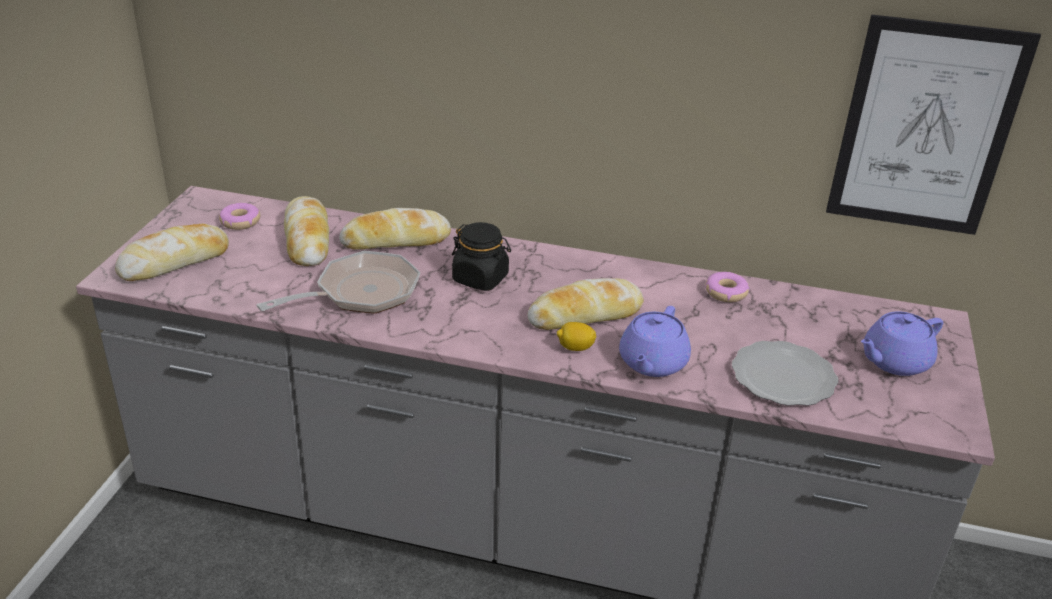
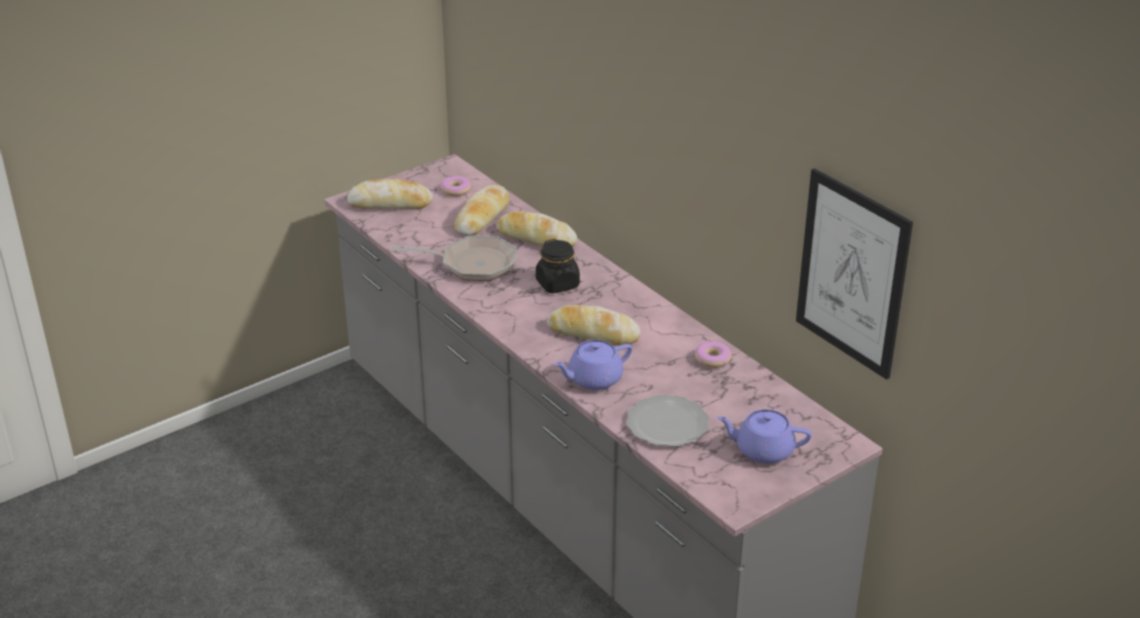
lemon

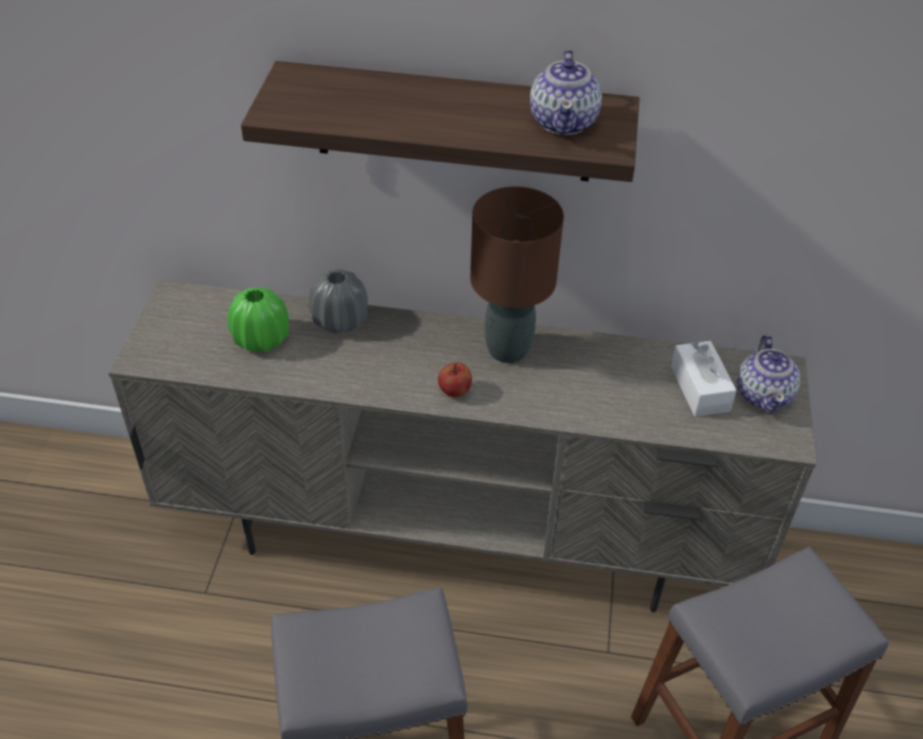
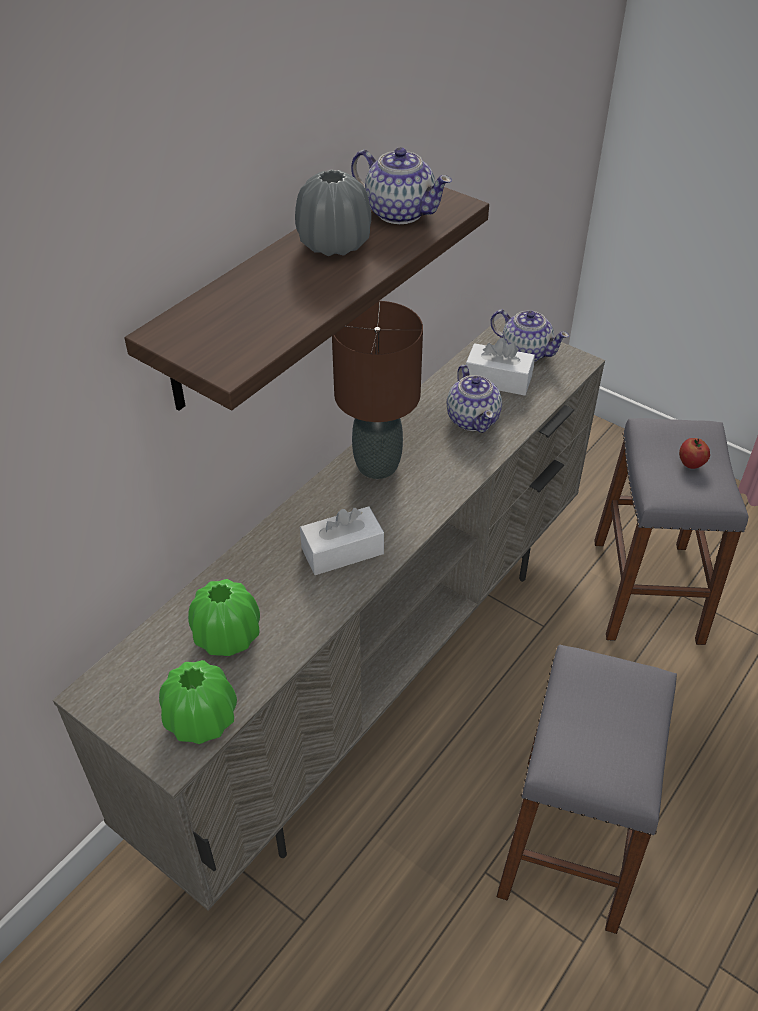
flower vase (grey); apple fruit; tea pot (no. 2 from left); box of tissues (white) (no. 1 from left); flower vase (green) (no. 1 from left)

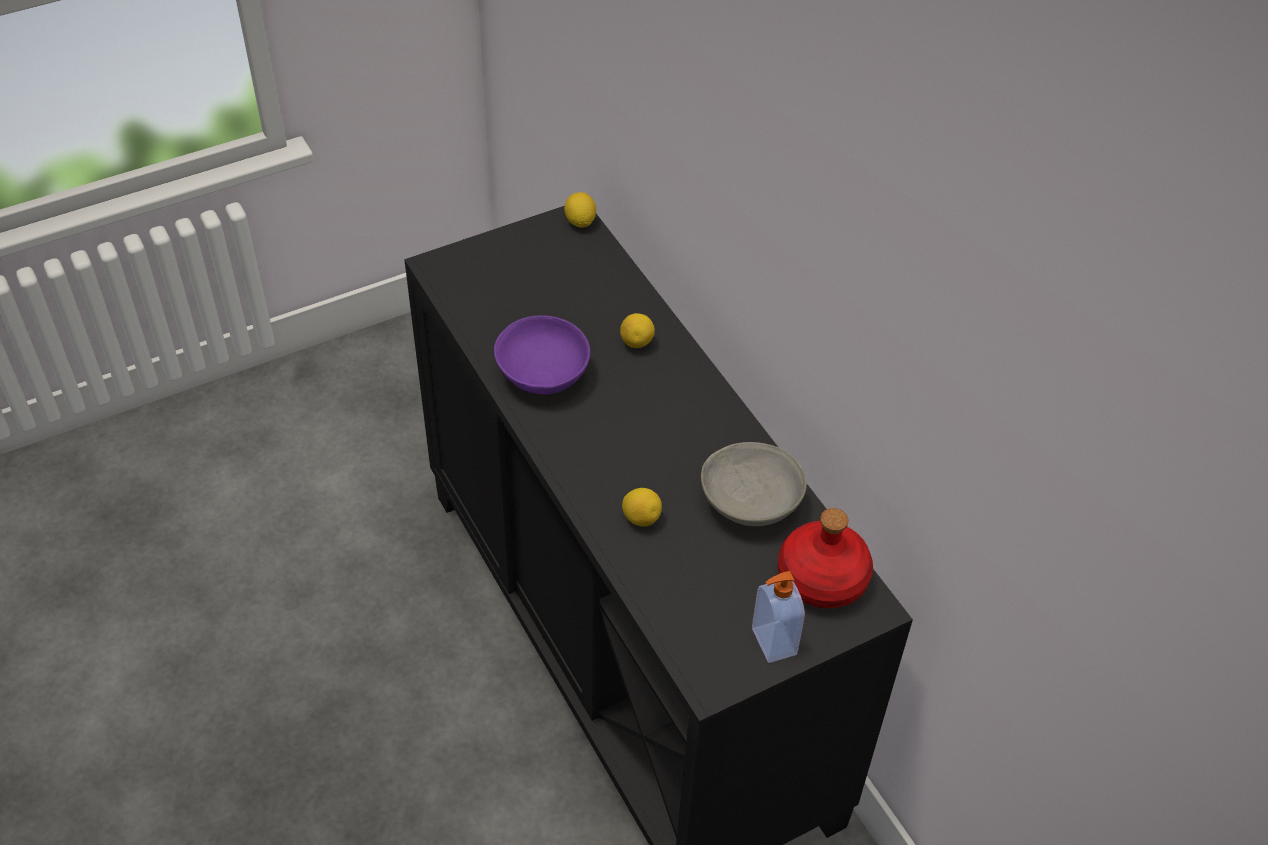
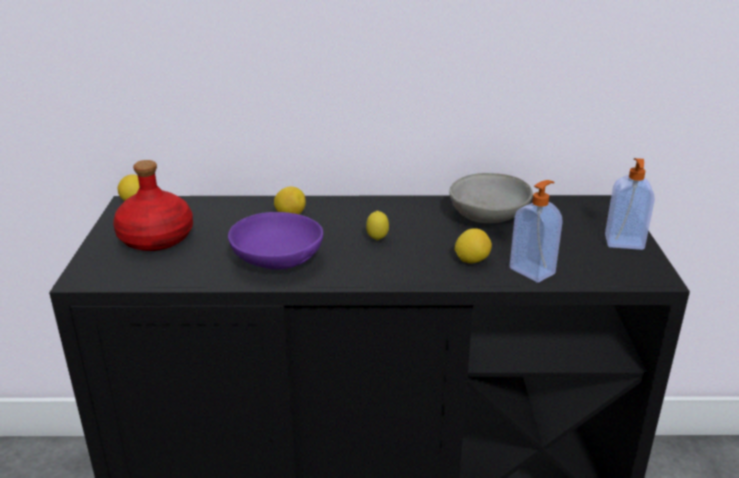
bottle (red); soap dispenser (no. 1 from left); lemon (no. 3 from left)

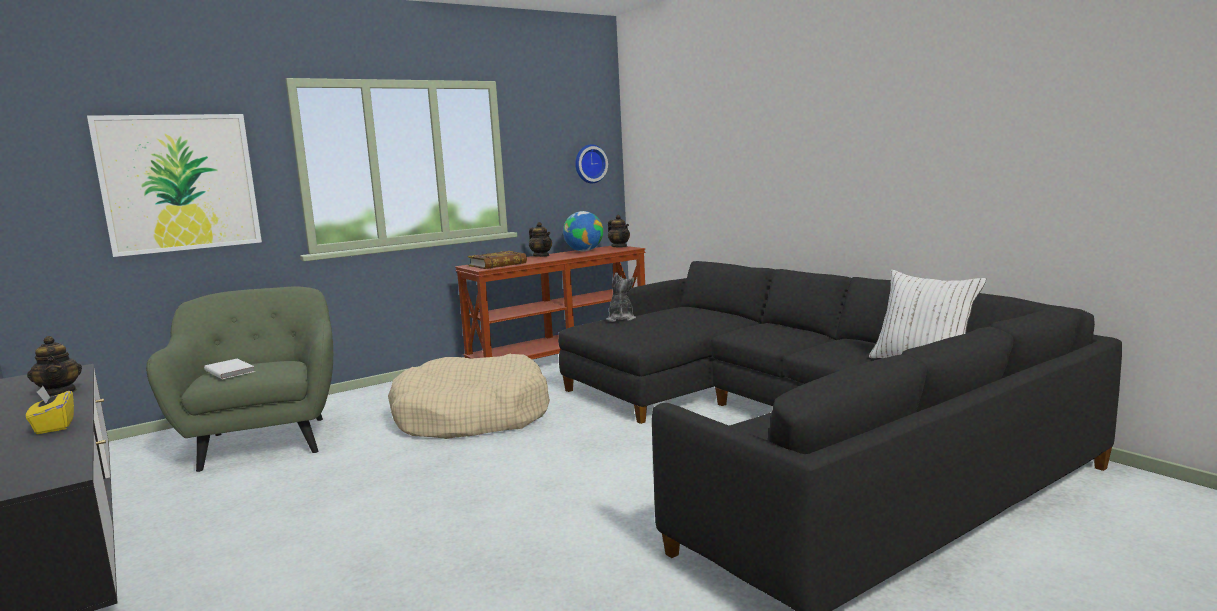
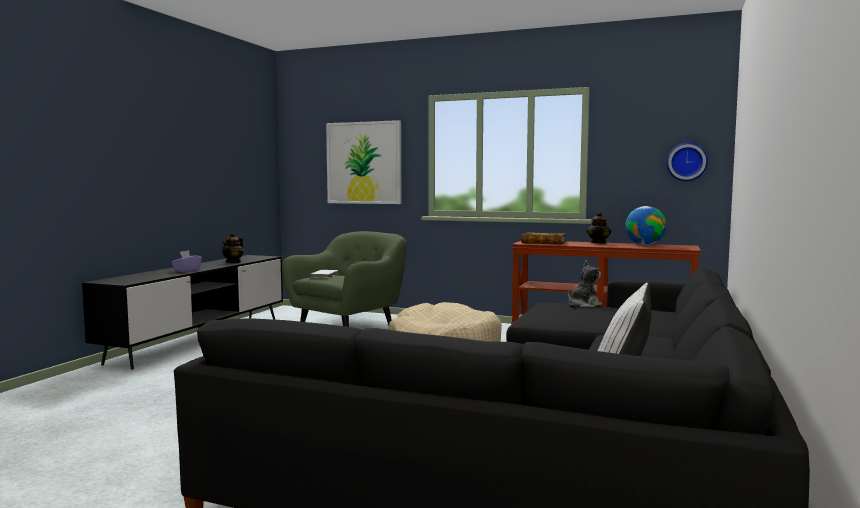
tea pot (no. 3 from left in the first image); box of tissues (purplish)

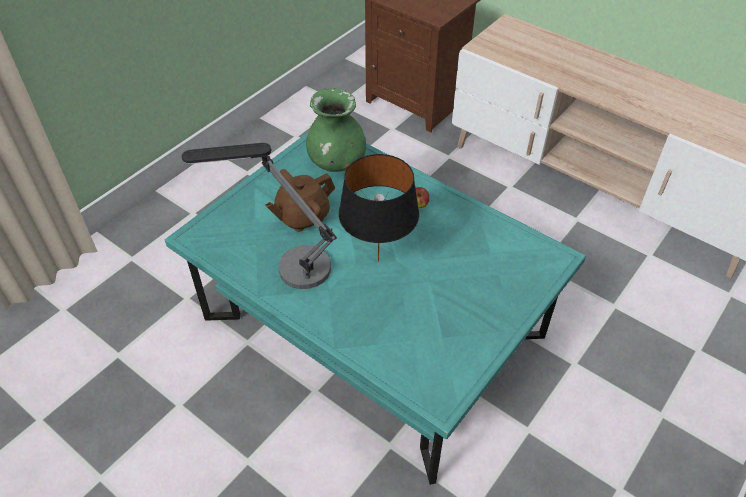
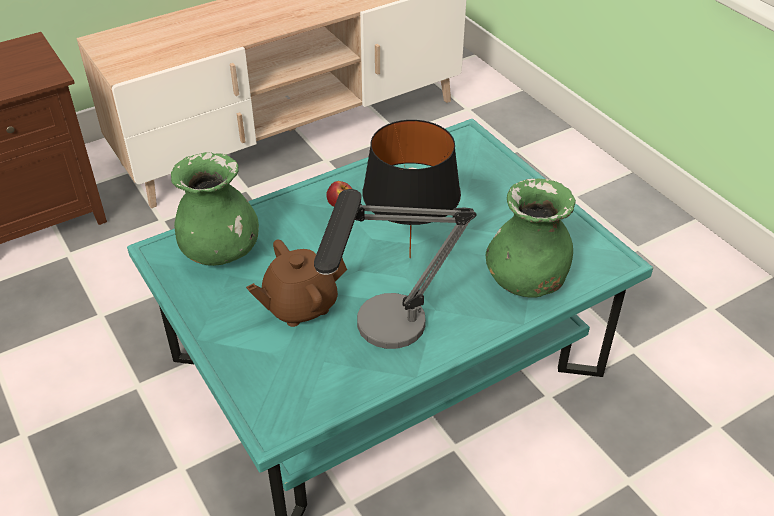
tea pot (brownish); flower vase (green) (no. 2 from left)

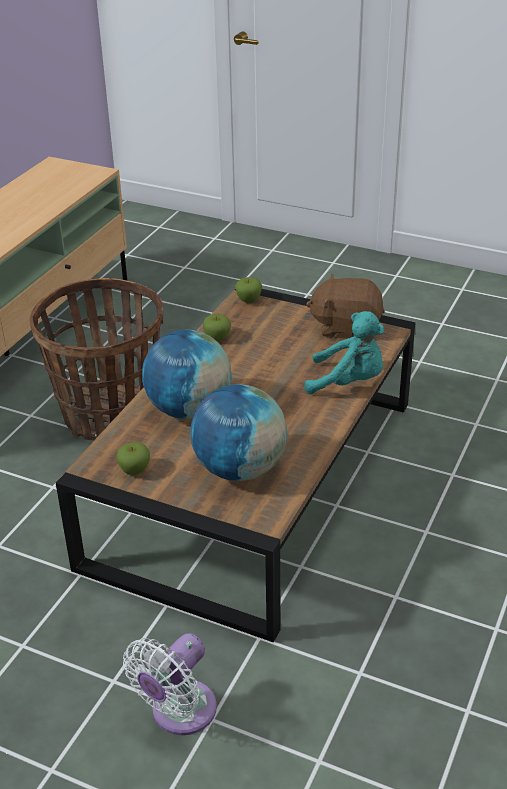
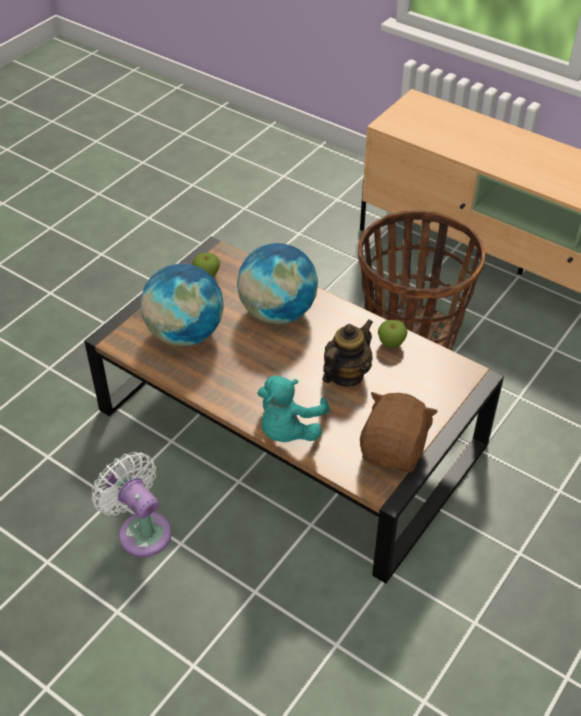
apple fruit (no. 3 from left in the first image); fan (white); tea pot

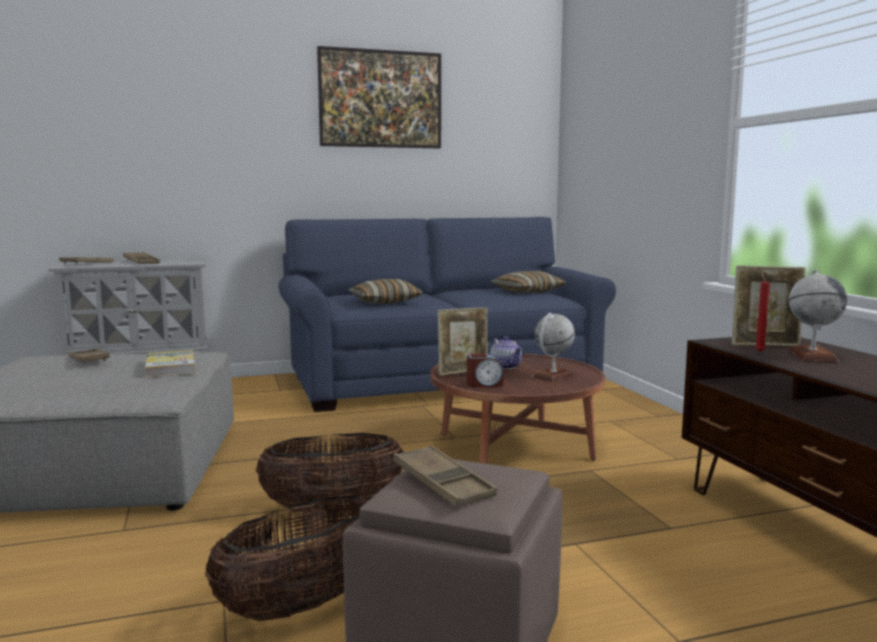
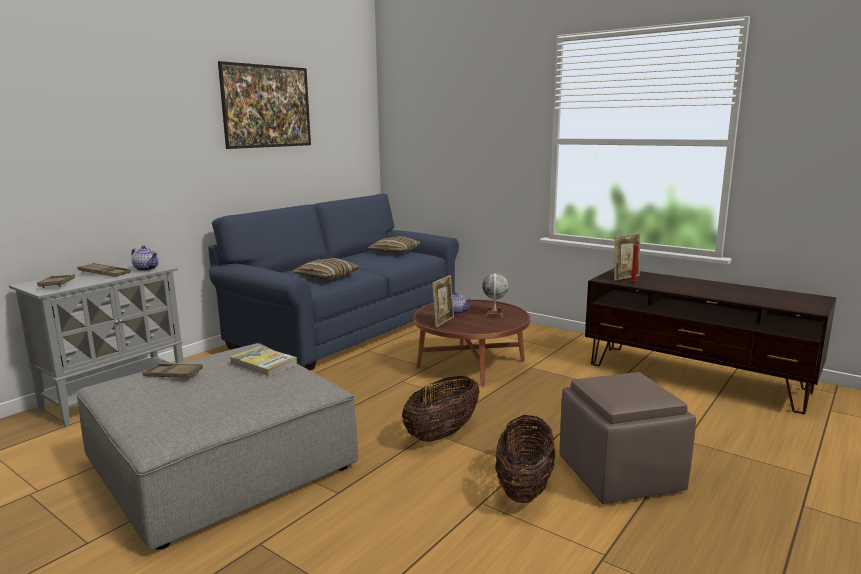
world globe (no. 2 from left in the first image); bedside clock; tray (brownish) (no. 4 from left in the first image); tea pot (no. 1 from left)

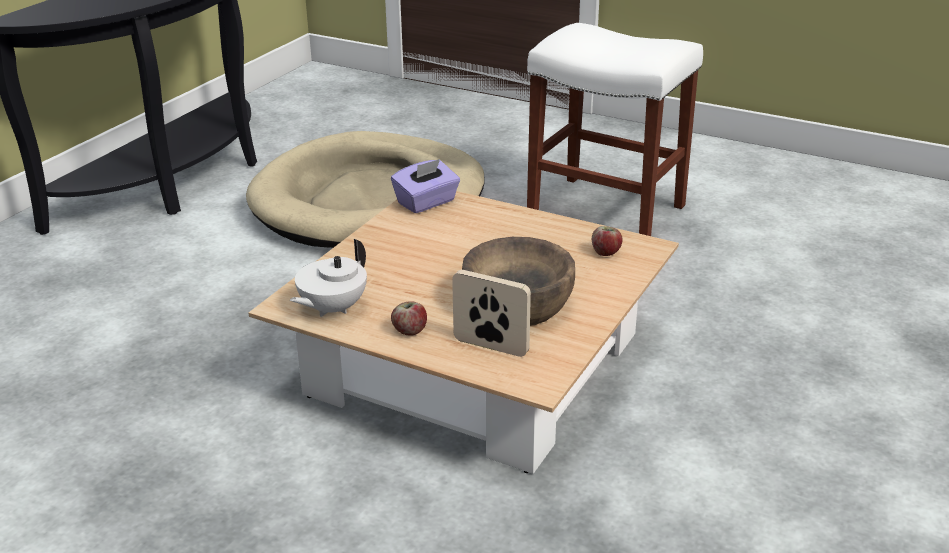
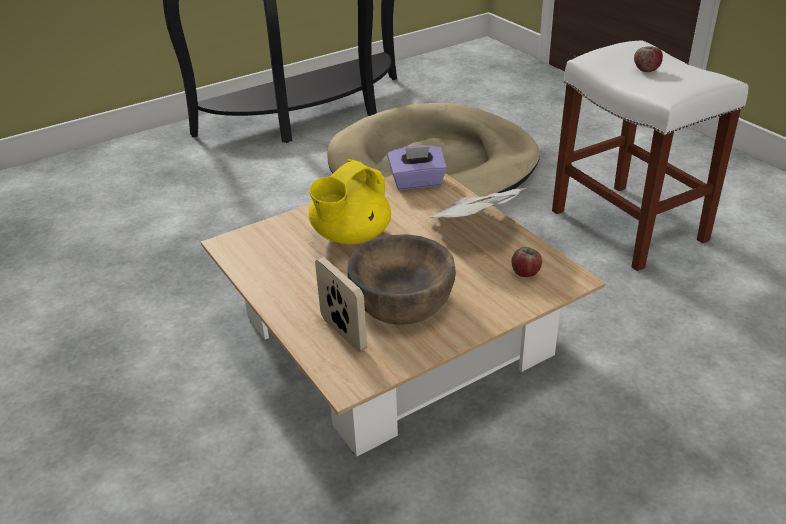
tea pot (white); apple fruit (no. 2 from left); tea pot (yellowish); newspaper

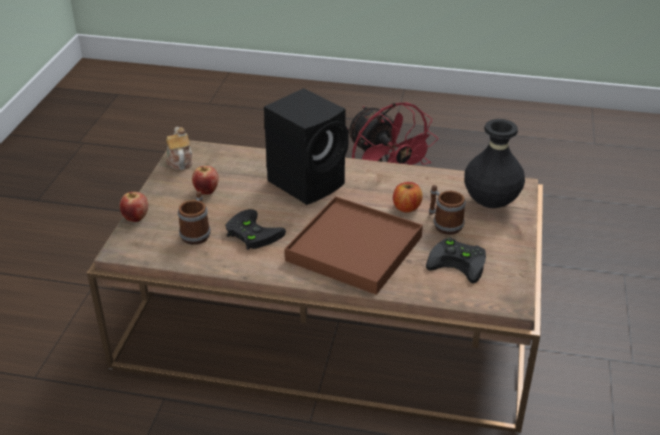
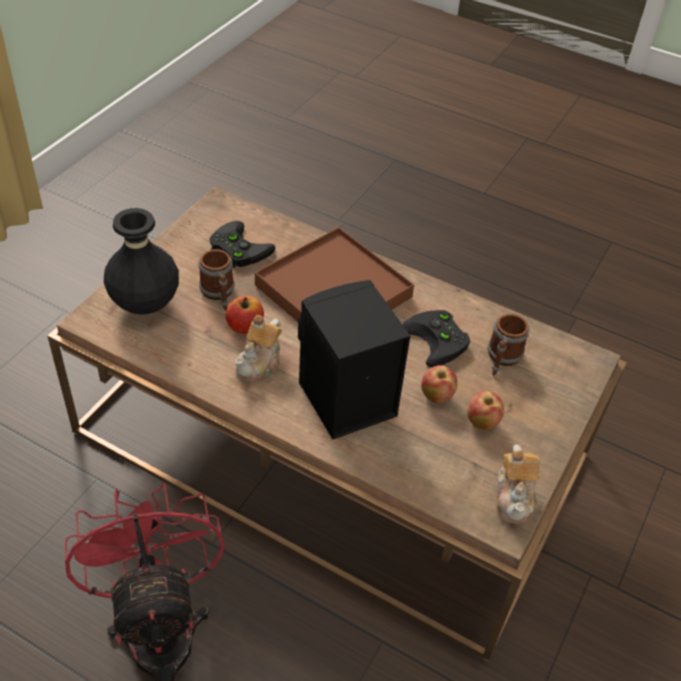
apple fruit (no. 2 from left); tea pot (no. 1 from left)

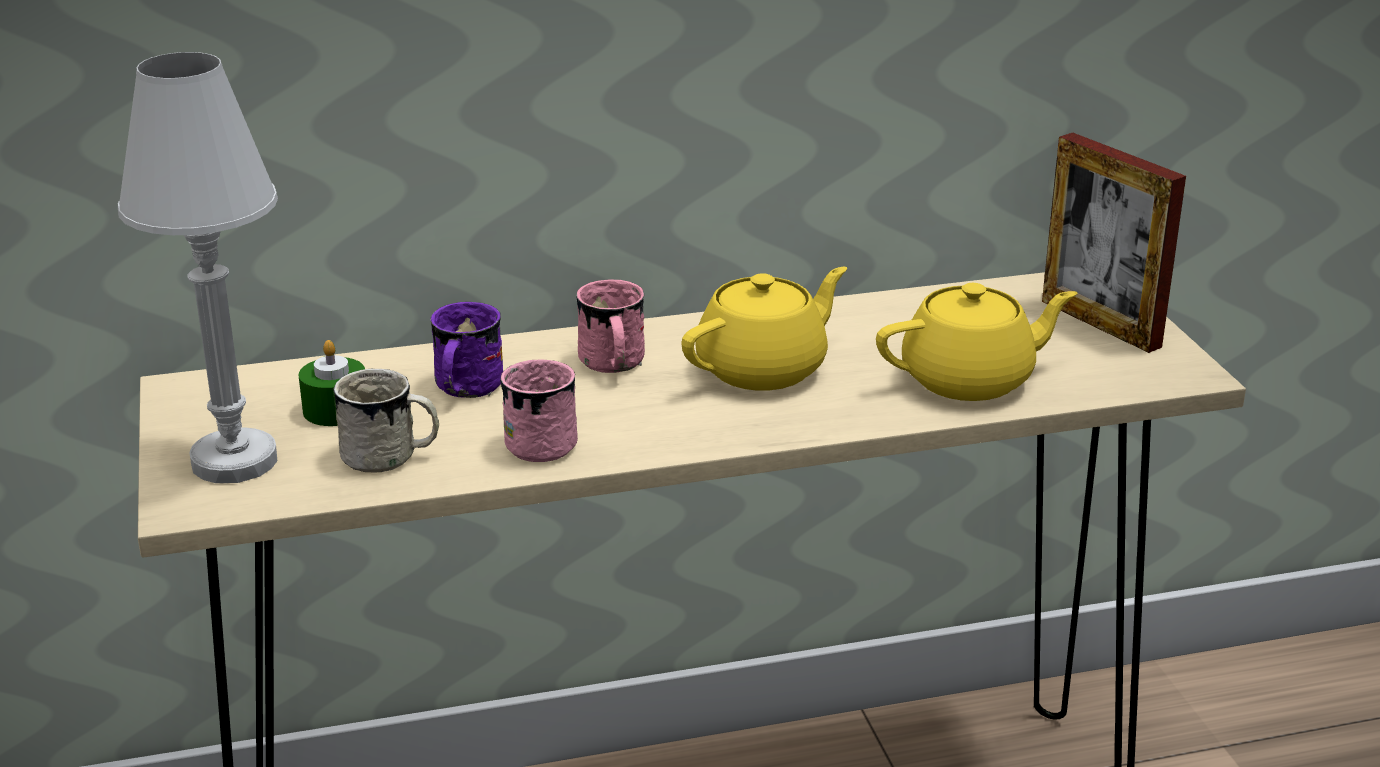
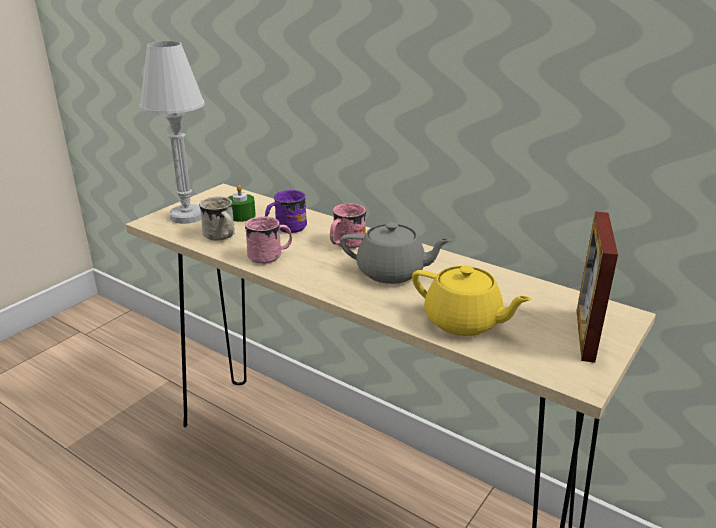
tea pot (grey)

